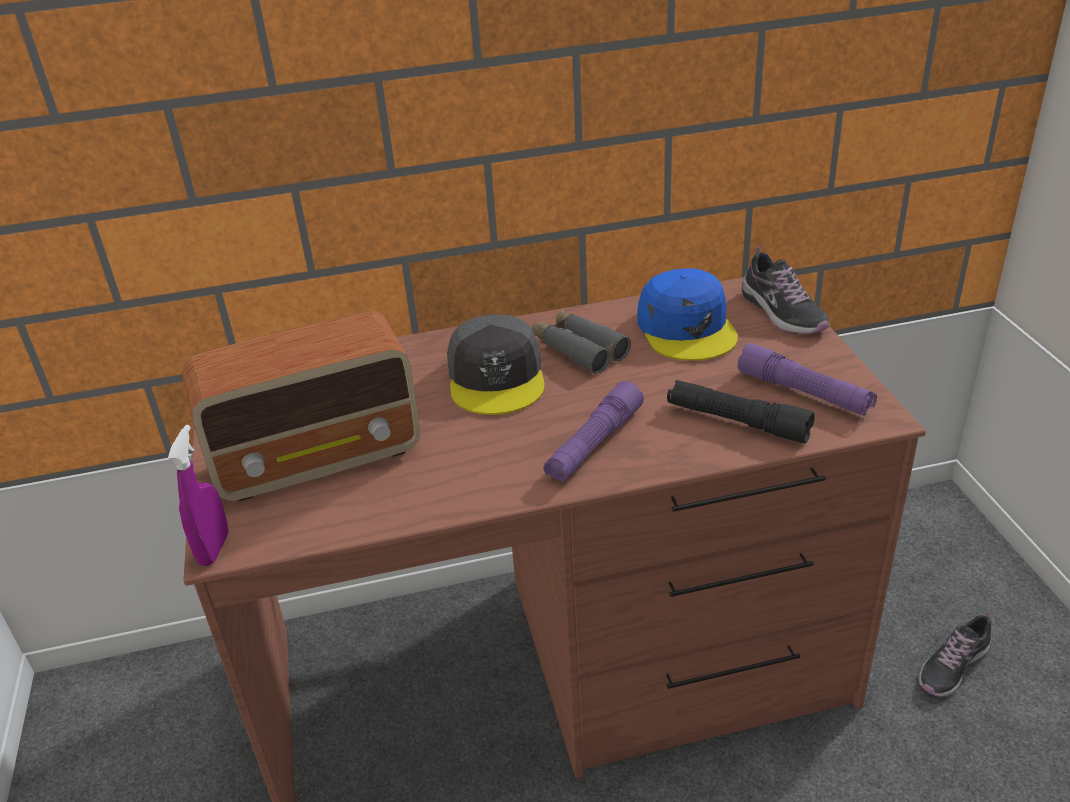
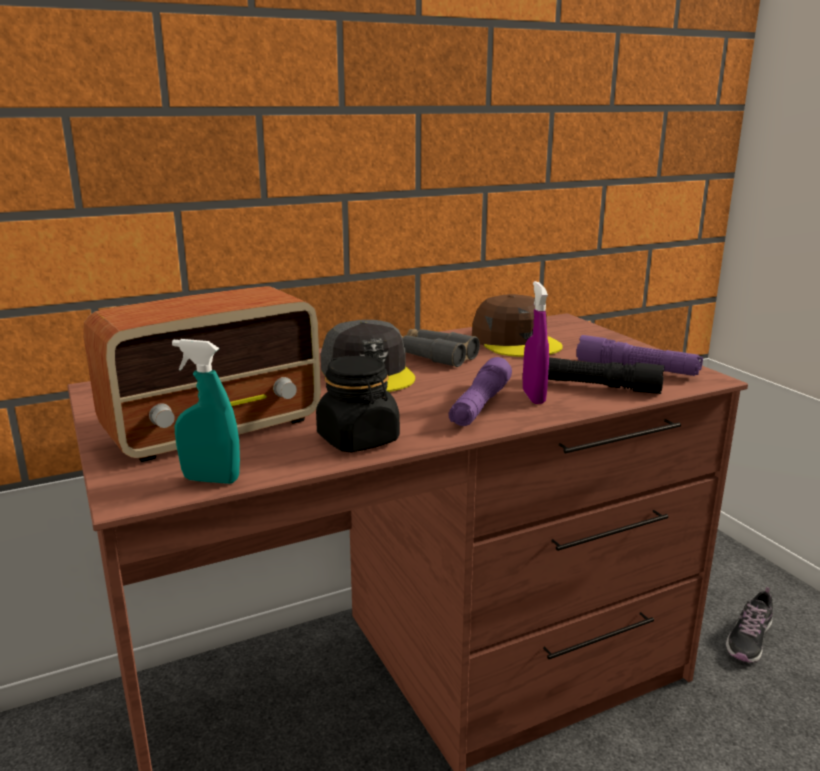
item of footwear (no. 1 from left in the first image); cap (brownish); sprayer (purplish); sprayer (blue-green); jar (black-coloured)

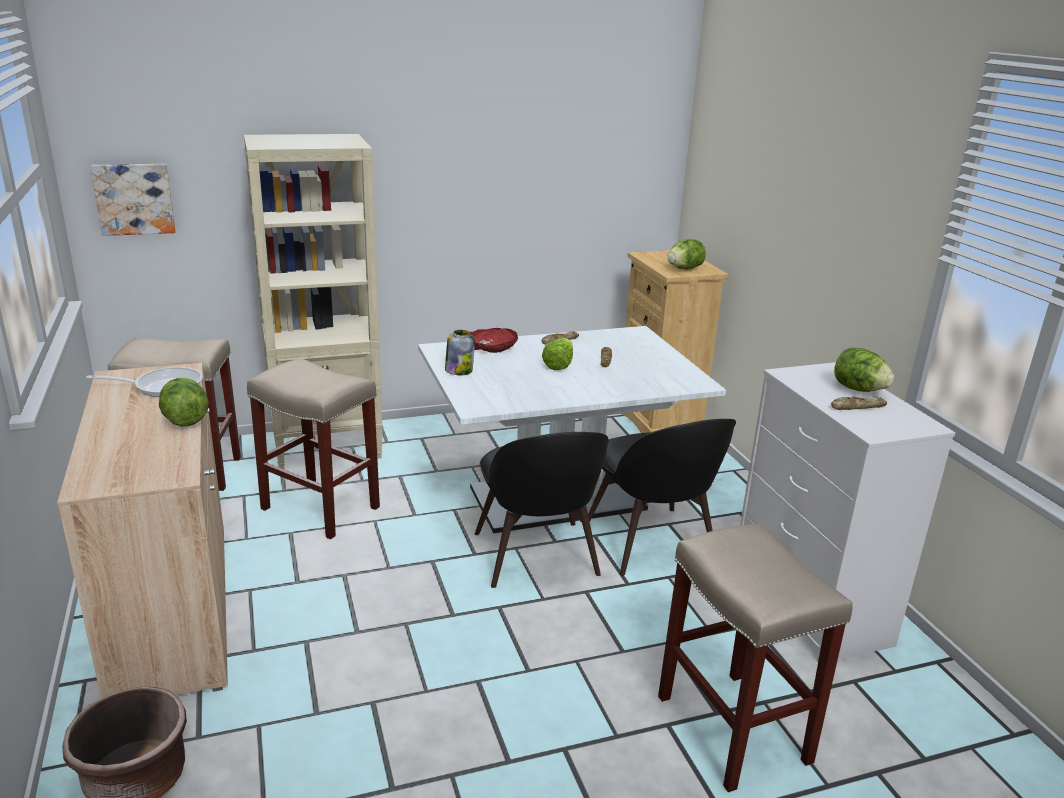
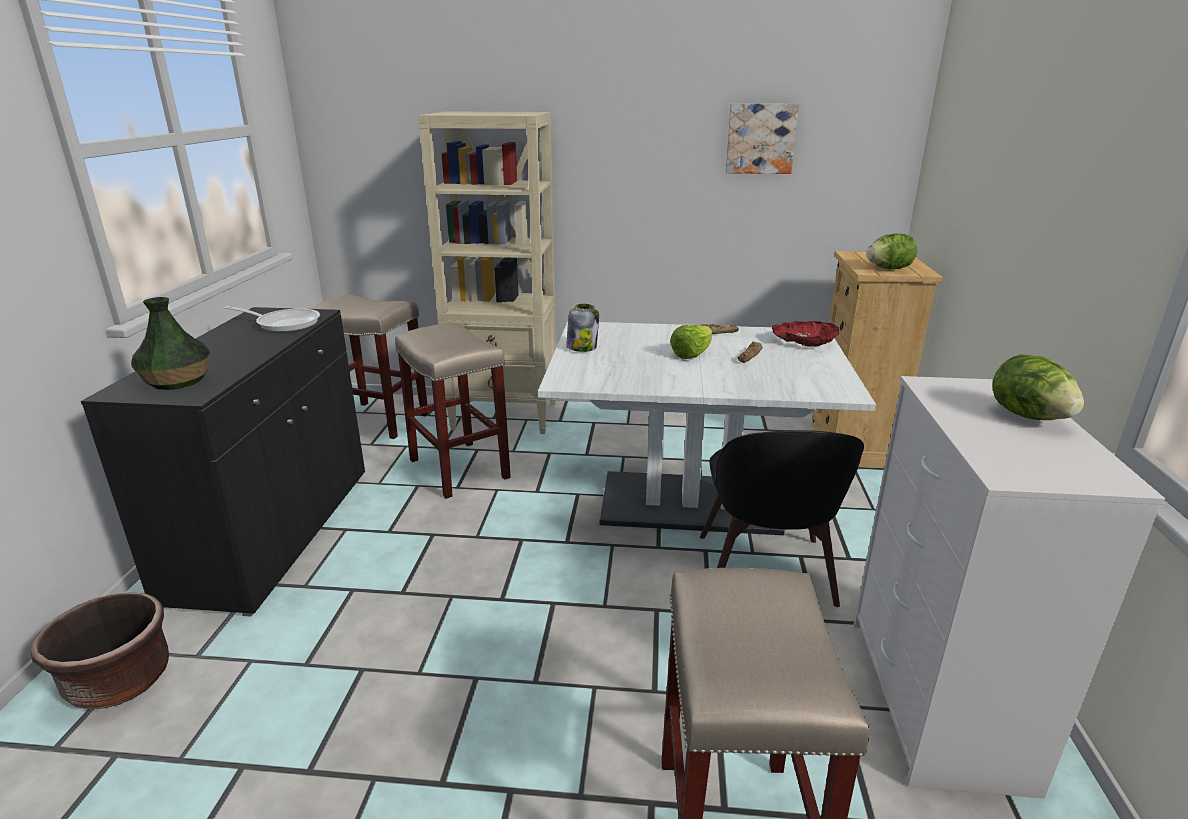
wall art; serving bowl (red); cabinet (black-coloured); head of lettuce (no. 1 from left in the first image); bread (no. 3 from left in the first image); plain chair (black-coloured) (no. 1 from left in the first image); flower vase

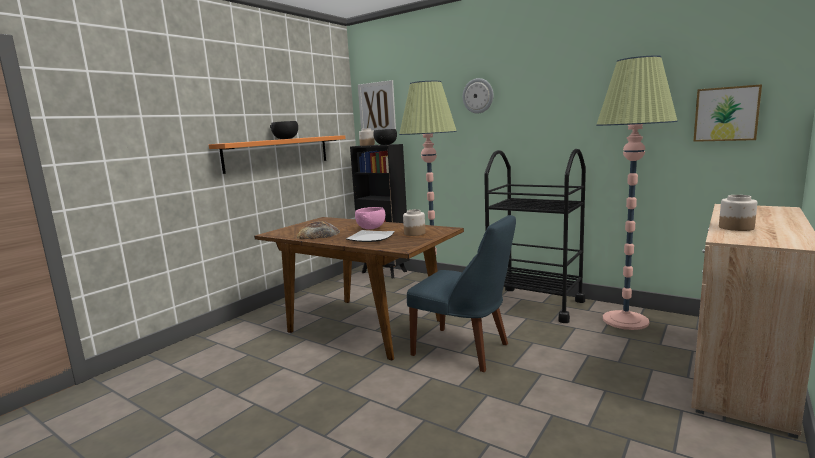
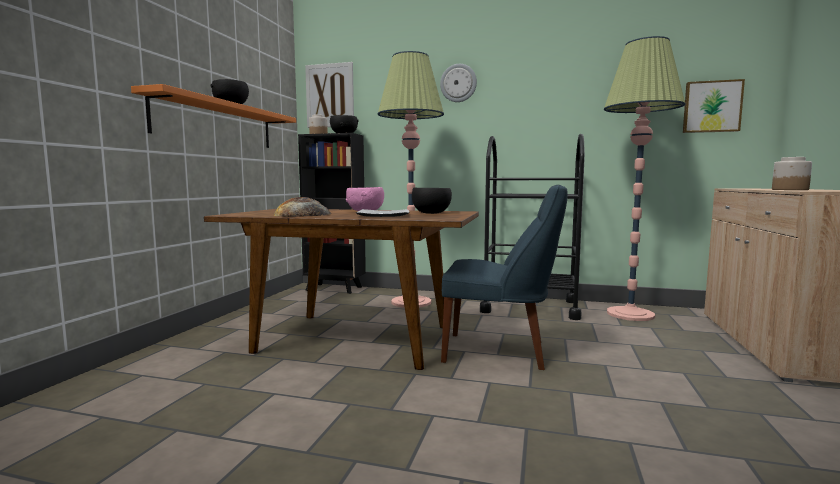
serving bowl (black-coloured) (no. 3 from left)

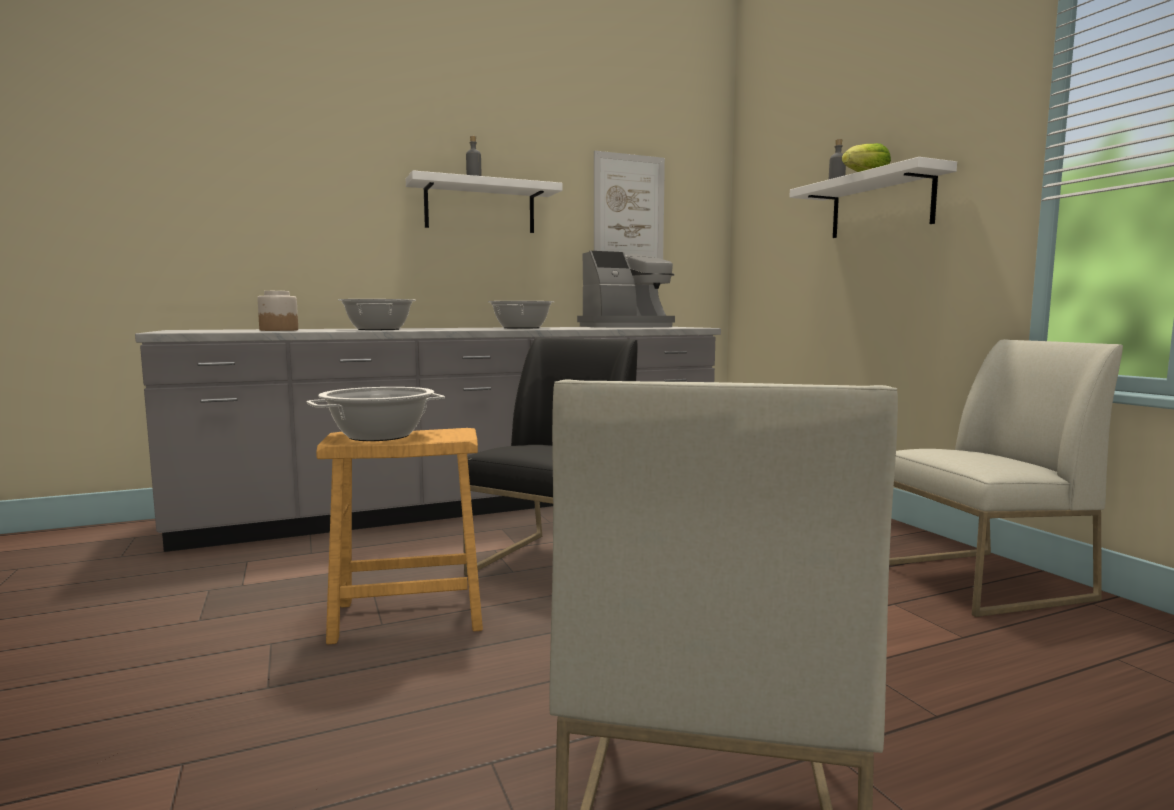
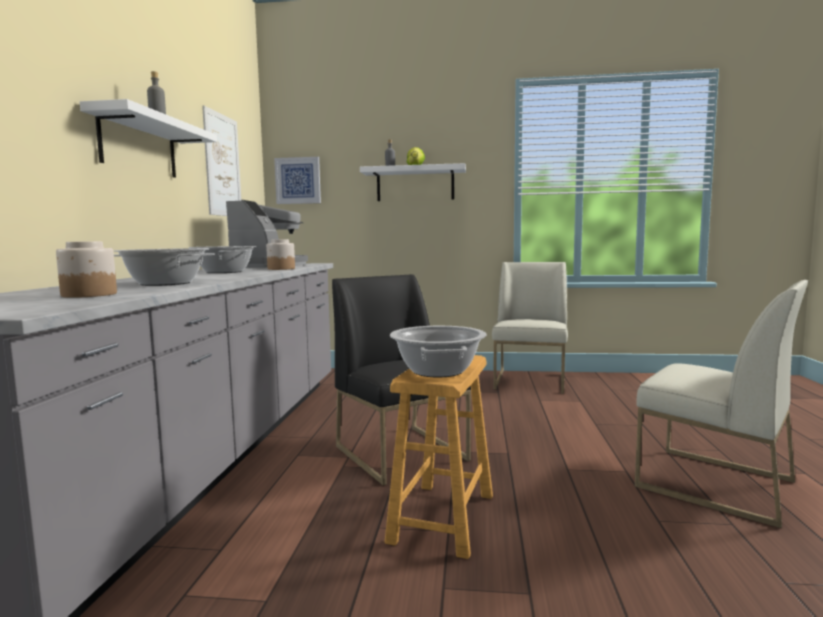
wall art (no. 2 from left); jar (no. 2 from left)

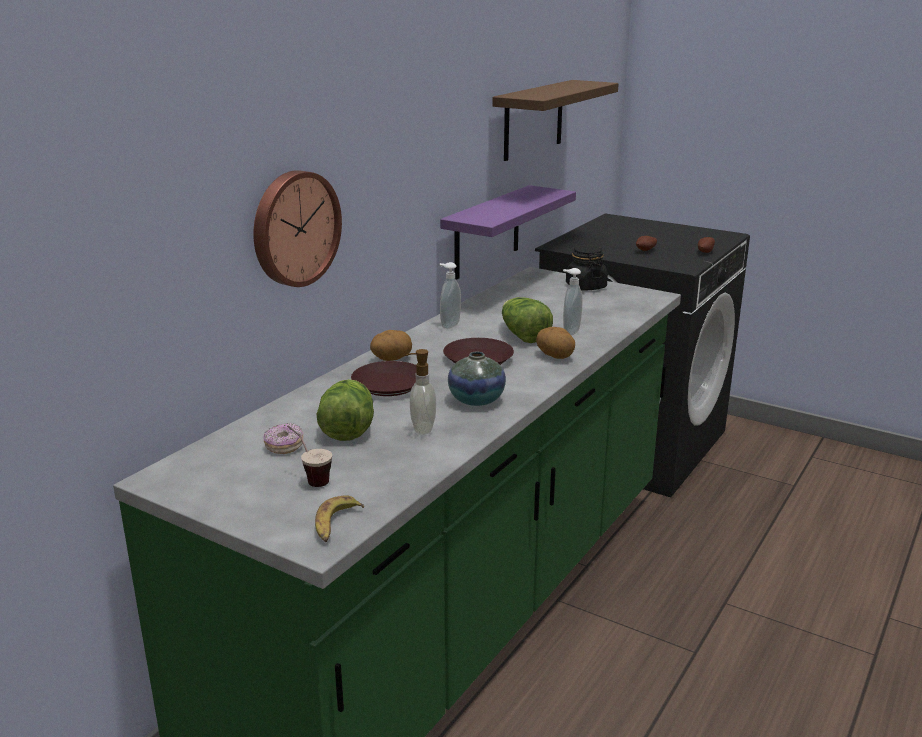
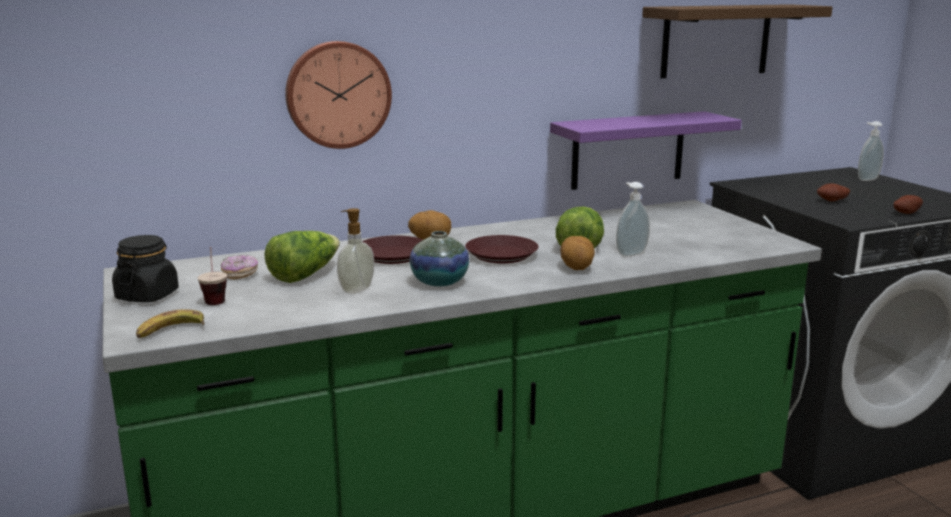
jar (black-coloured); soap dispenser (no. 3 from left)

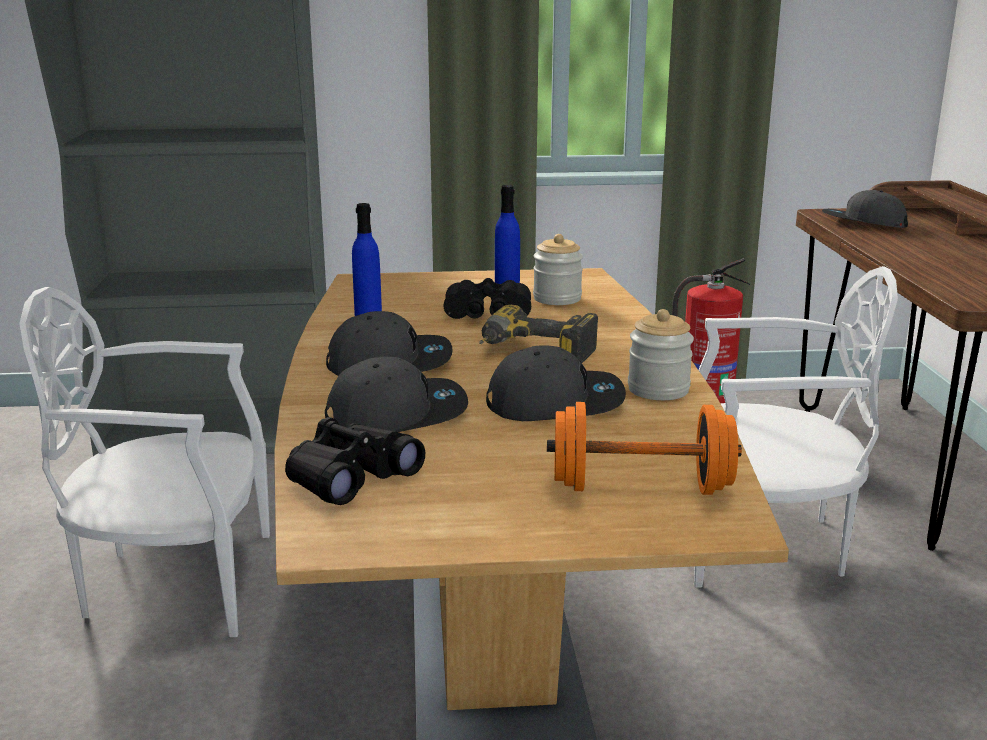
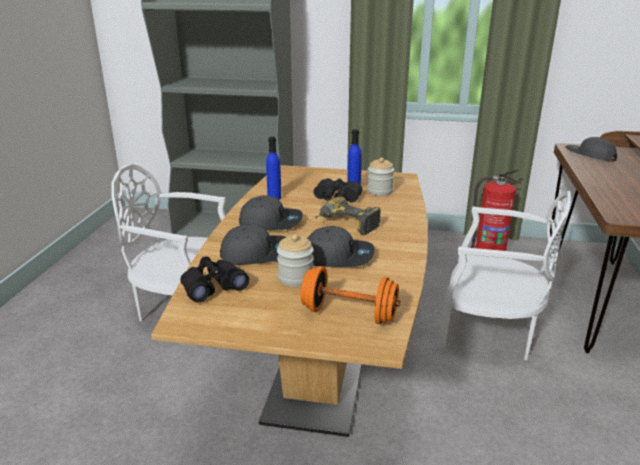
jar (no. 1 from left)

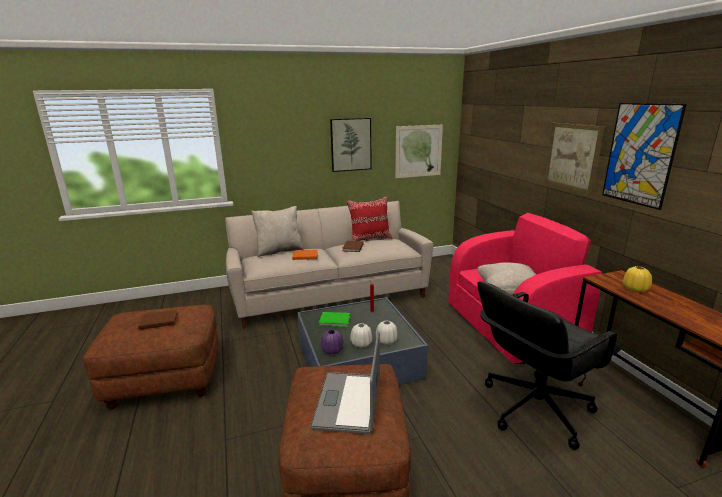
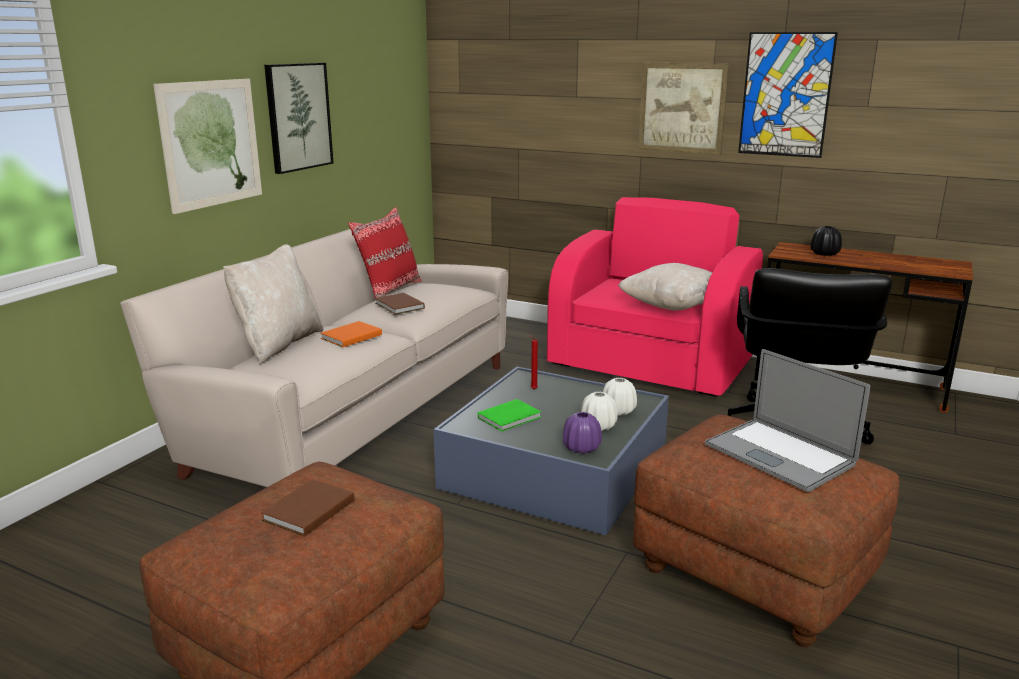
wall art (no. 1 from left); flower vase (black-coloured)

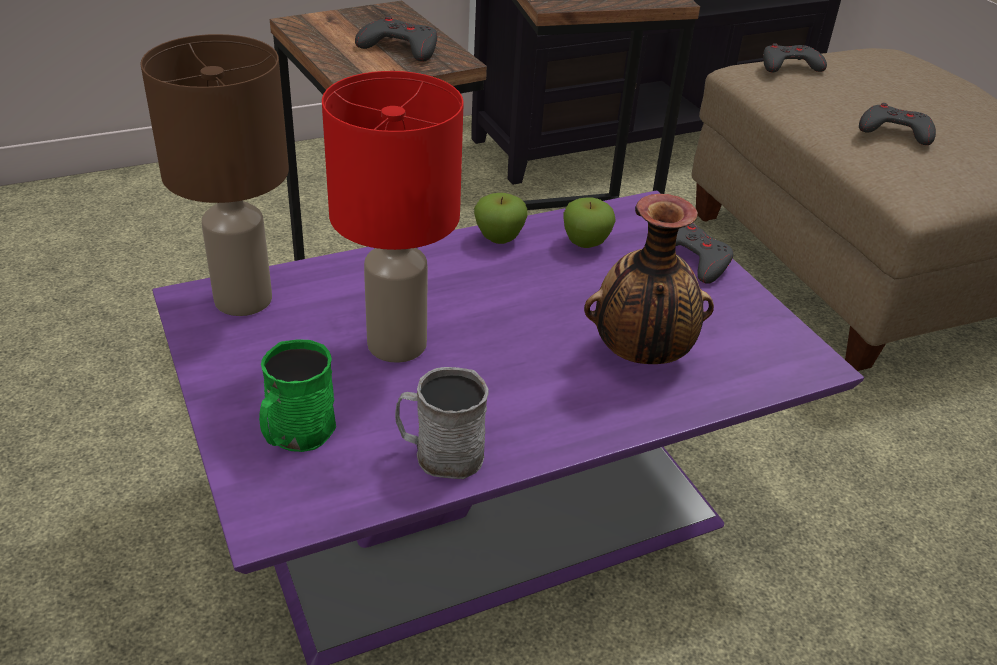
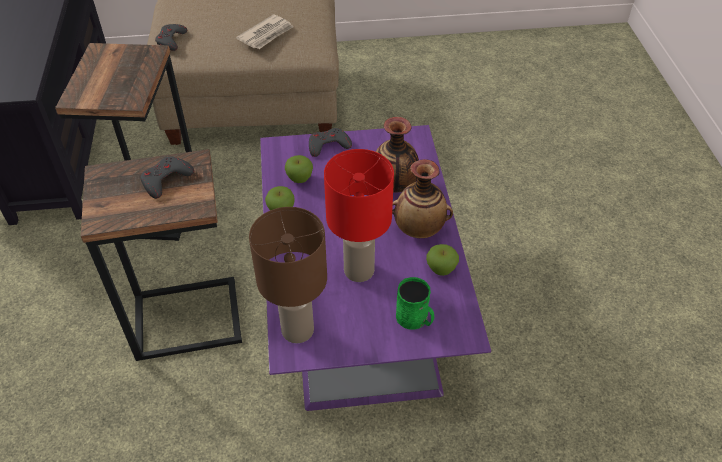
newspaper; apple fruit (no. 3 from left); flower vase (no. 2 from left)

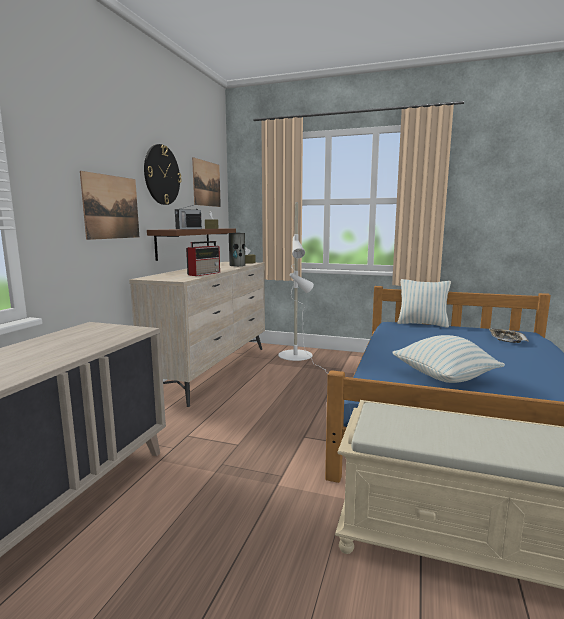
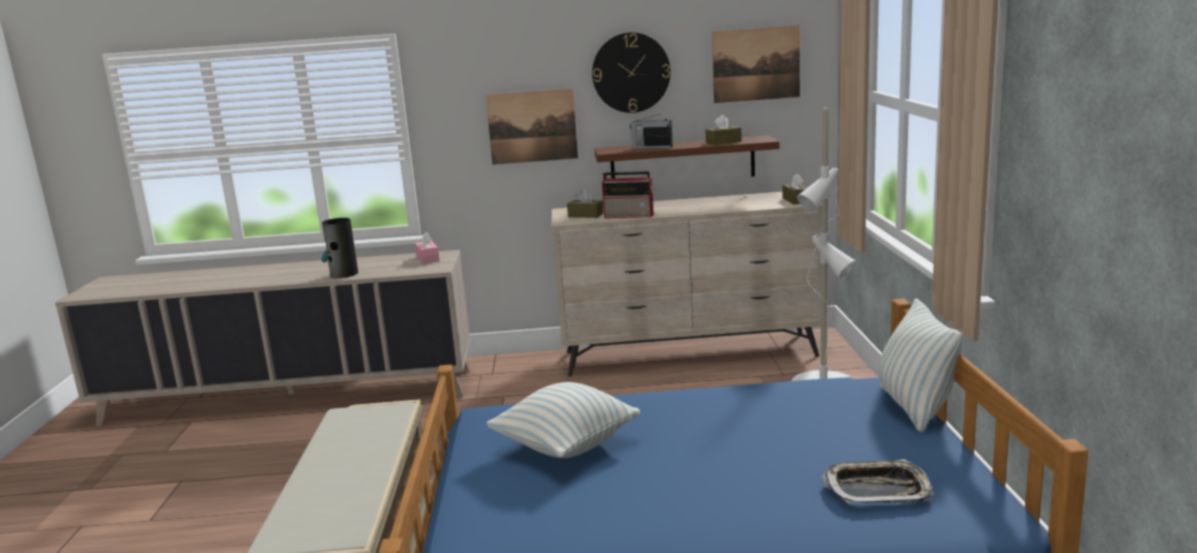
flower vase; box of tissues (brownish) (no. 1 from left); box of tissues (pinkish)

